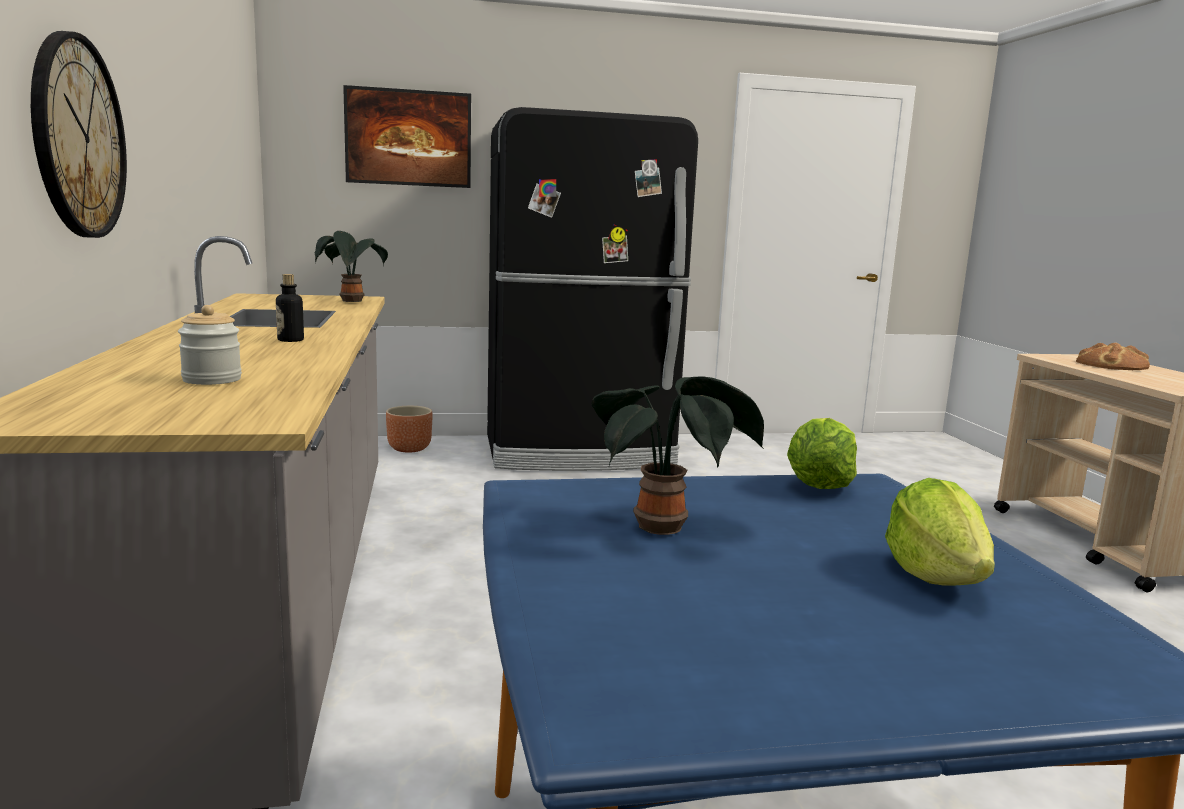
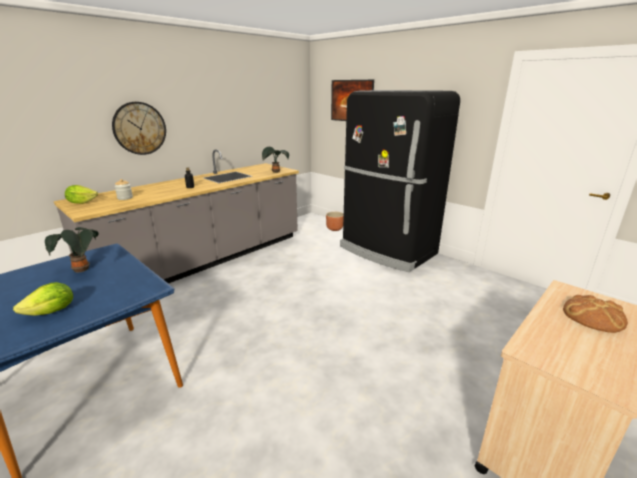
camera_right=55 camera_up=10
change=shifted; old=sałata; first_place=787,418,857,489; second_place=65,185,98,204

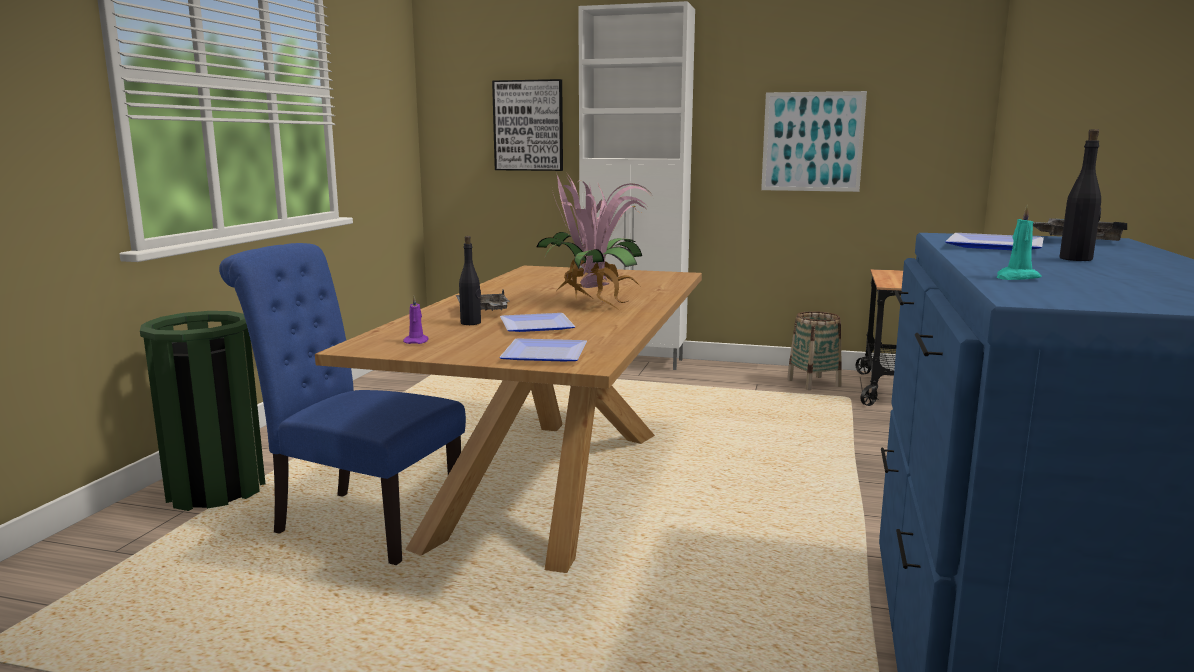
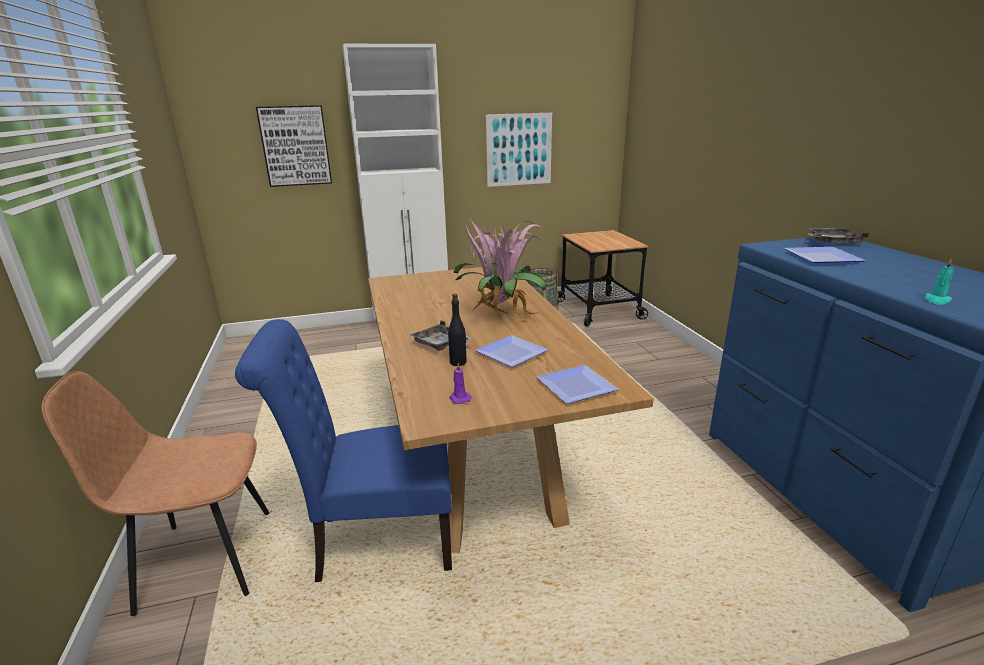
camera_right=-30 camera_up=10
change=gone; old=butelka [czarny]; first_place=1059,129,1101,261
change=swapped; old=kosz na śmieci [zielony]; new=krzesło [brązowy]; first_place=140,311,265,511; second_place=41,371,269,616

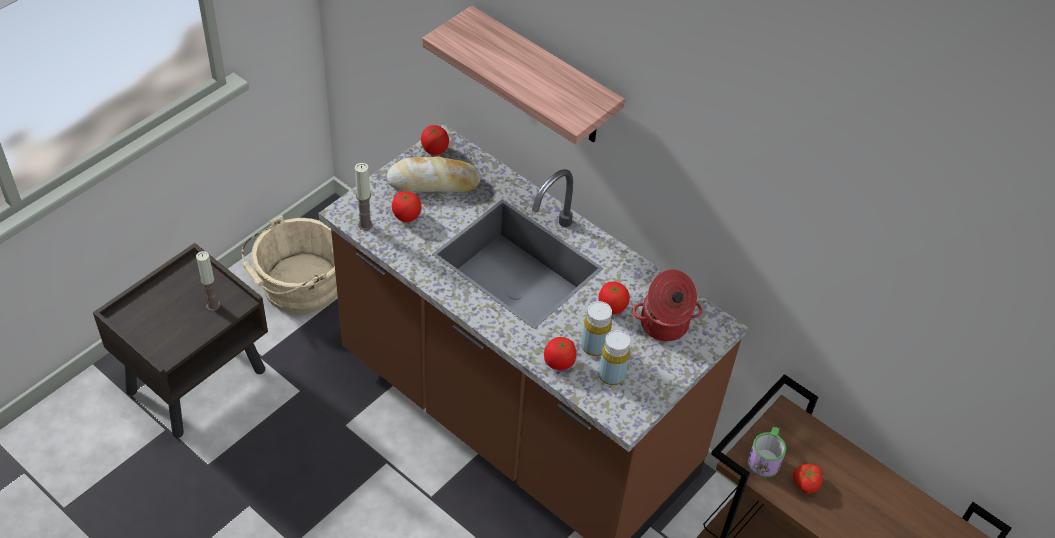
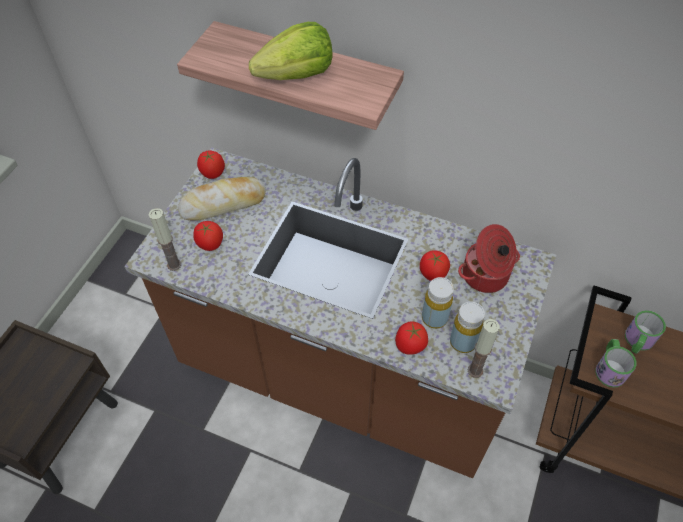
camera_right=-15 camera_up=5
change=gone; old=wiadro [beżowy]; first_place=242,215,337,314
change=shifted; old=świeca; first_place=196,251,220,311; second_place=468,319,500,378
change=gone; old=pomidor; first_place=793,464,823,493
change=new; new=sałata; second_place=249,22,333,80
change=new; new=kubek; second_place=625,310,666,354

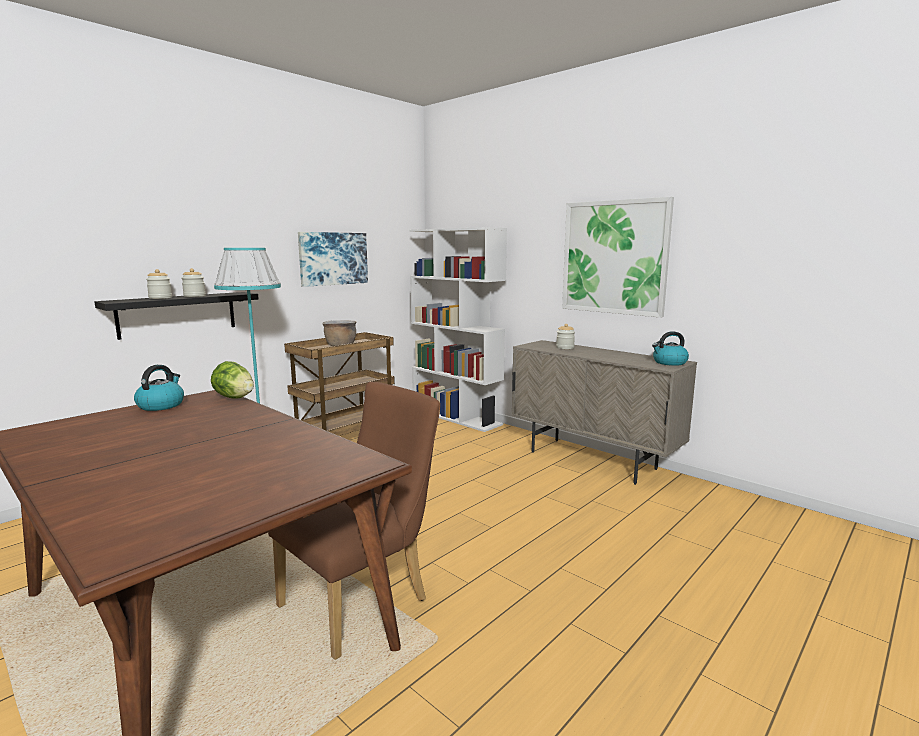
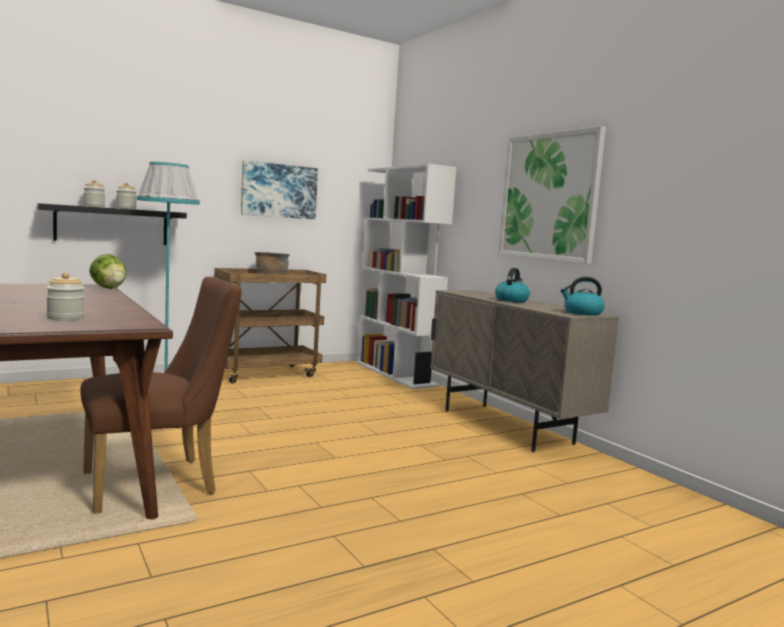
camera_right=15 camera_up=-5
change=shifted; old=słoik; first_place=556,324,575,349; second_place=46,272,85,321
change=shifted; old=czajnik; first_place=134,365,184,411; second_place=495,268,530,302

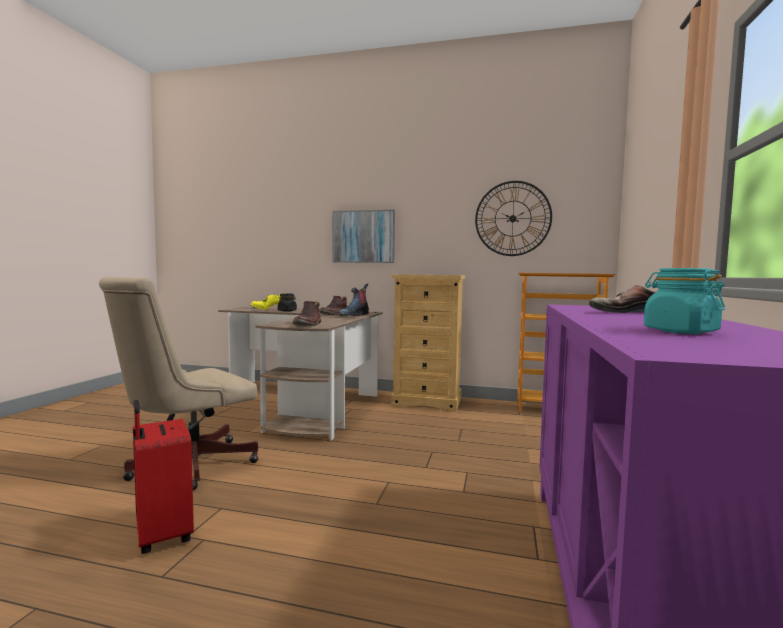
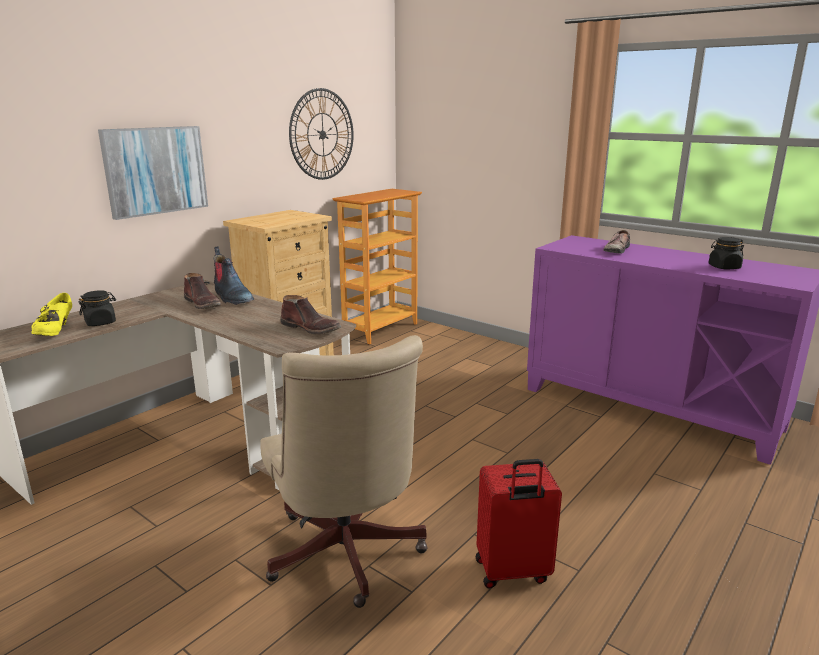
camera_right=-65 camera_up=15
change=repainted; old=słoik [turkusowy]; new=słoik [czarny]; first_place=644,268,725,334; second_place=709,237,744,270

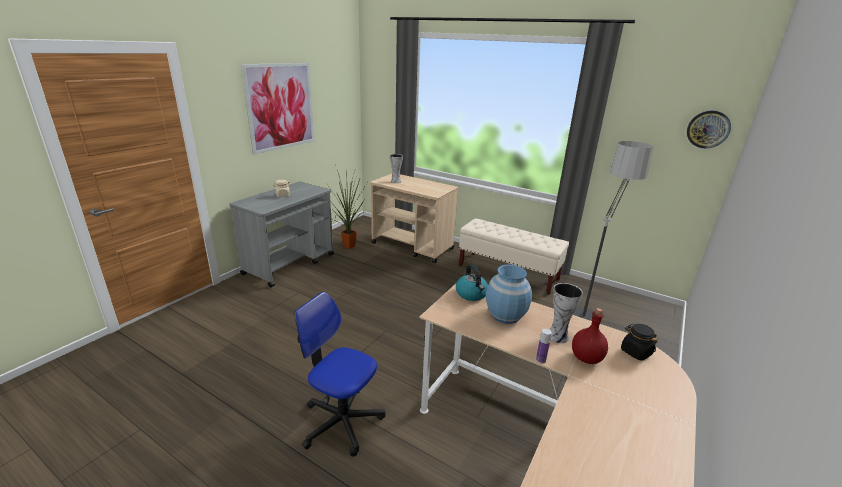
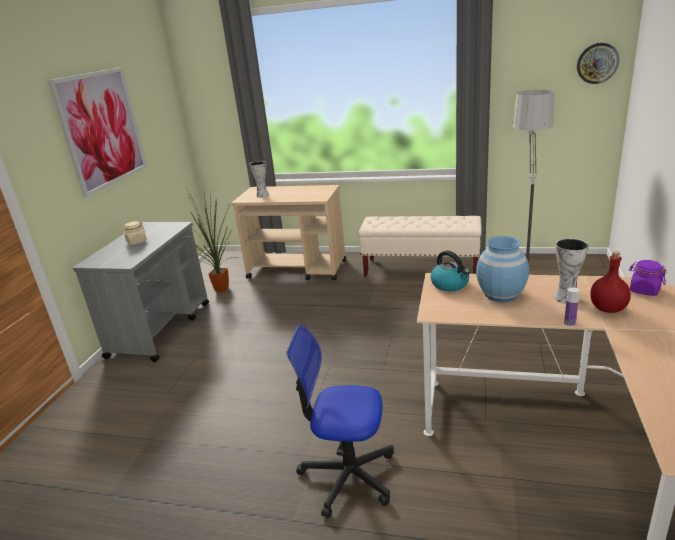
camera_right=-15 camera_up=0
change=repainted; old=słoik [czarny]; new=słoik [fioletowy]; first_place=621,324,658,361; second_place=629,260,666,296

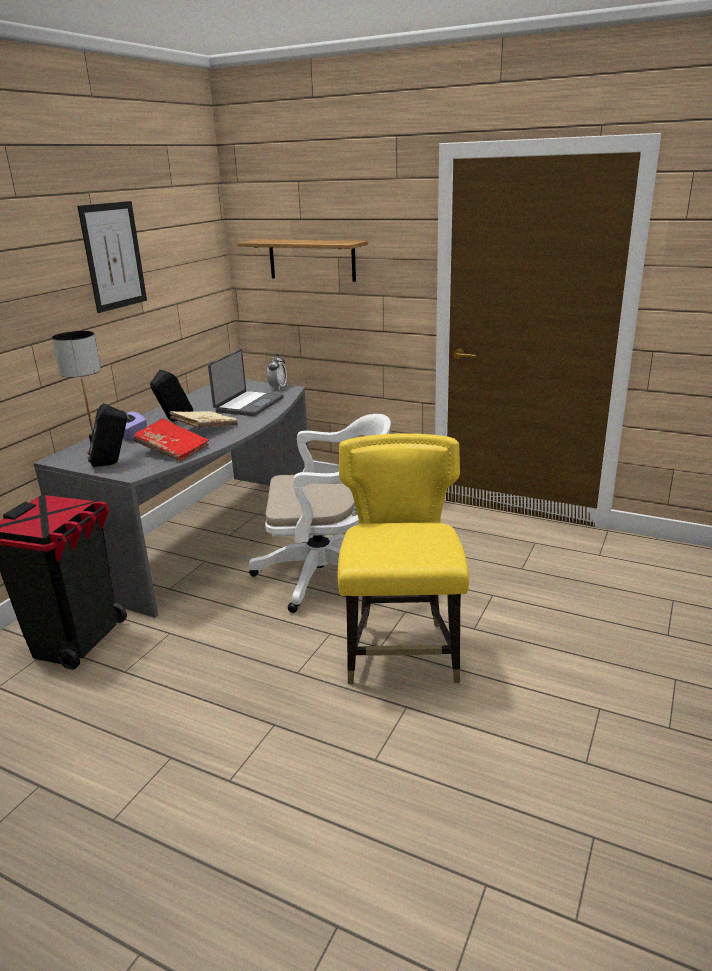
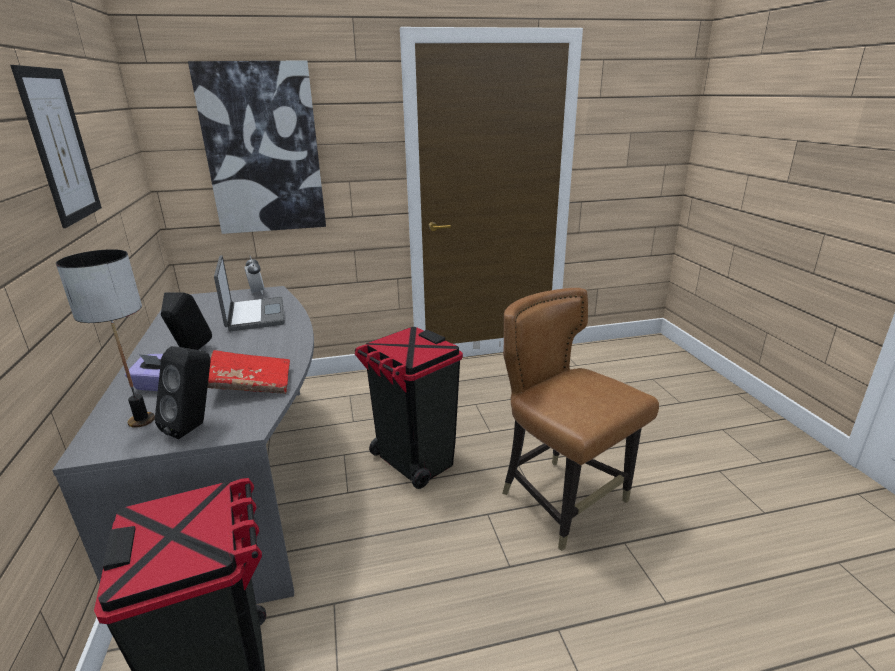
camera_right=-40 camera_up=0
change=swapped; old=półka; new=obraz; first_place=238,239,368,282; second_place=188,60,326,234
change=gone; old=książka [beżowy]; first_place=169,411,238,428
change=swapped; old=krzesło biurowe [biały]; new=kosz na śmieci [czarny]; first_place=248,414,391,613; second_place=355,327,463,489
change=repainted; old=krzesło [żółty]; new=krzesło [brązowy]; first_place=337,433,469,684; second_place=502,288,659,551

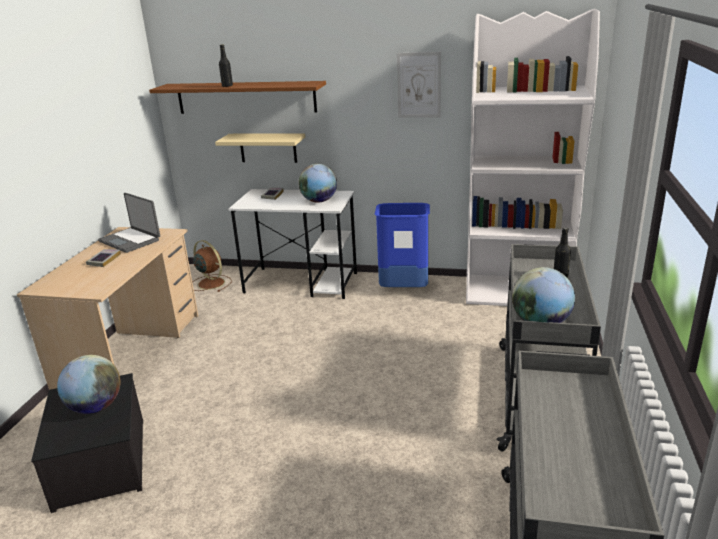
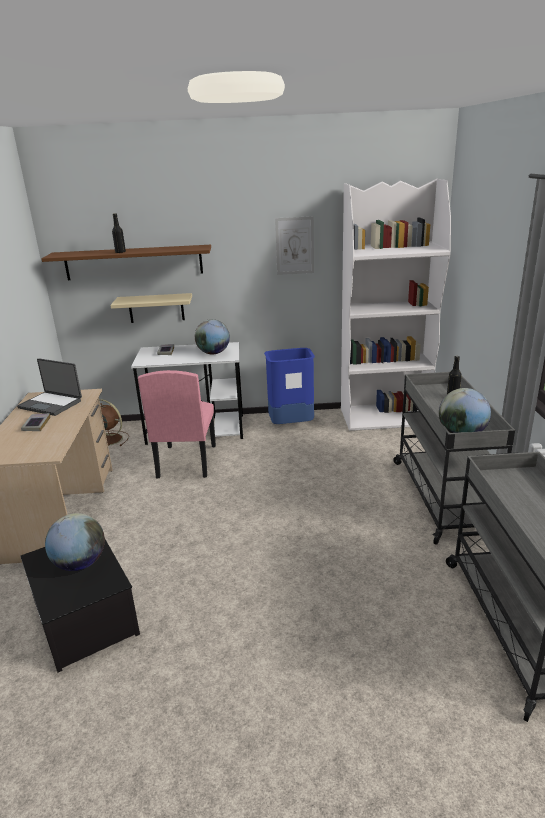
camera_right=-15 camera_up=0
change=new; new=krzesło [różowy]; second_place=138,370,216,478

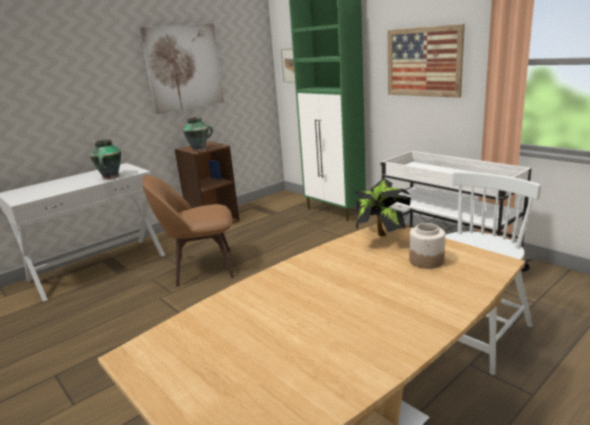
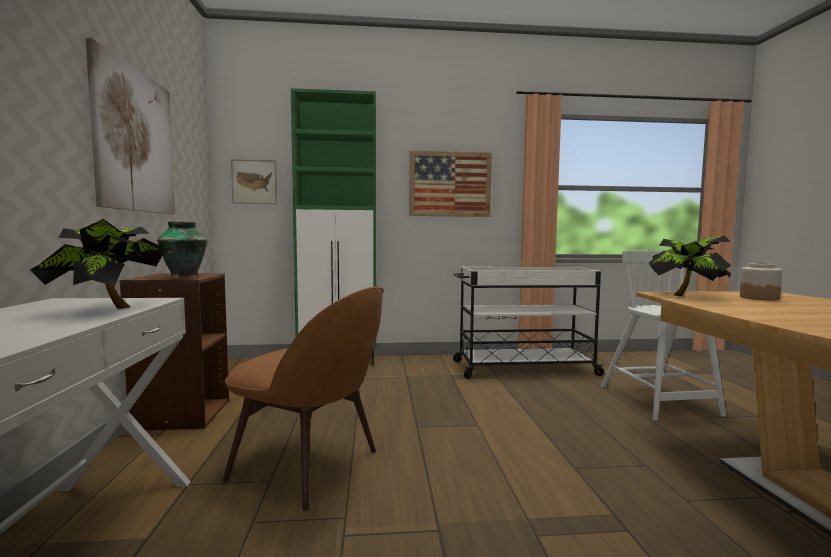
camera_right=-55 camera_up=-15
change=swapped; old=wazon; new=roślina doniczkowa; first_place=90,139,121,179; second_place=30,219,168,309
change=rotated; old=krzesło [brązowy]; first_place=142,175,234,287; second_place=222,287,384,511; degrees=-90

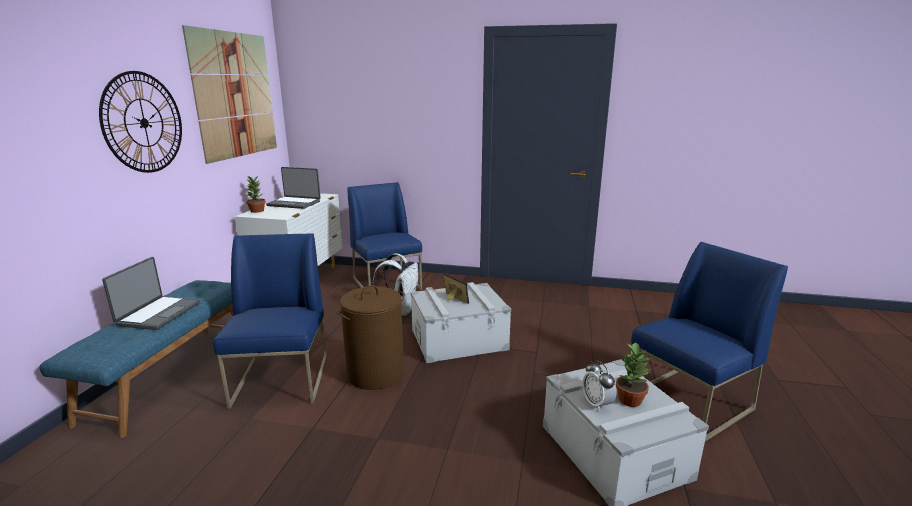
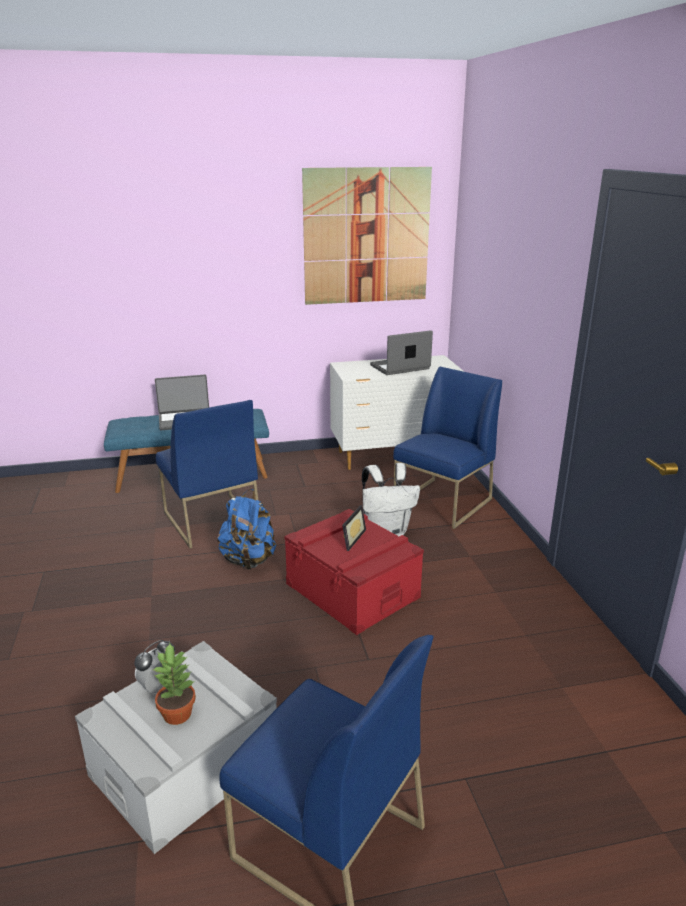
camera_right=65 camera_up=5
change=gone; old=zegar ścienny; first_place=99,71,182,173
change=rotated; old=laptop; first_place=266,167,321,209; second_place=370,330,433,375; degrees=75
change=gone; old=roślina doniczkowa; first_place=245,175,265,213
change=rotated; old=krzesło [niebieski]; first_place=213,233,327,409; second_place=156,400,258,548; degrees=90
change=repainted; old=pojemnik do przechowywania [szary]; new=pojemnik do przechowywania [czerwony]; first_place=411,282,511,363; second_place=284,509,424,635
change=swapped; old=kosz na pranie [brązowy]; new=plecak [niebieski]; first_place=335,285,404,390; second_place=217,489,276,570

